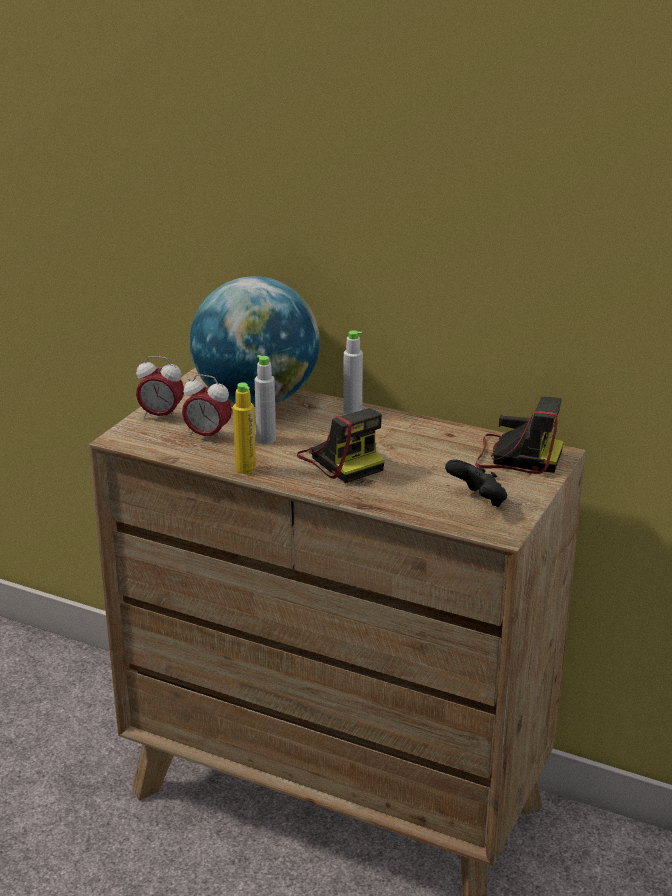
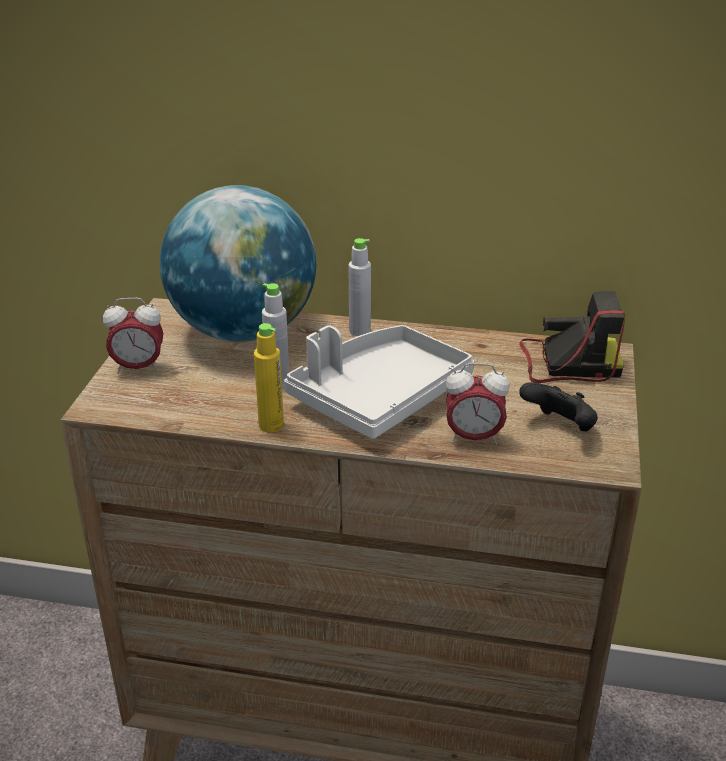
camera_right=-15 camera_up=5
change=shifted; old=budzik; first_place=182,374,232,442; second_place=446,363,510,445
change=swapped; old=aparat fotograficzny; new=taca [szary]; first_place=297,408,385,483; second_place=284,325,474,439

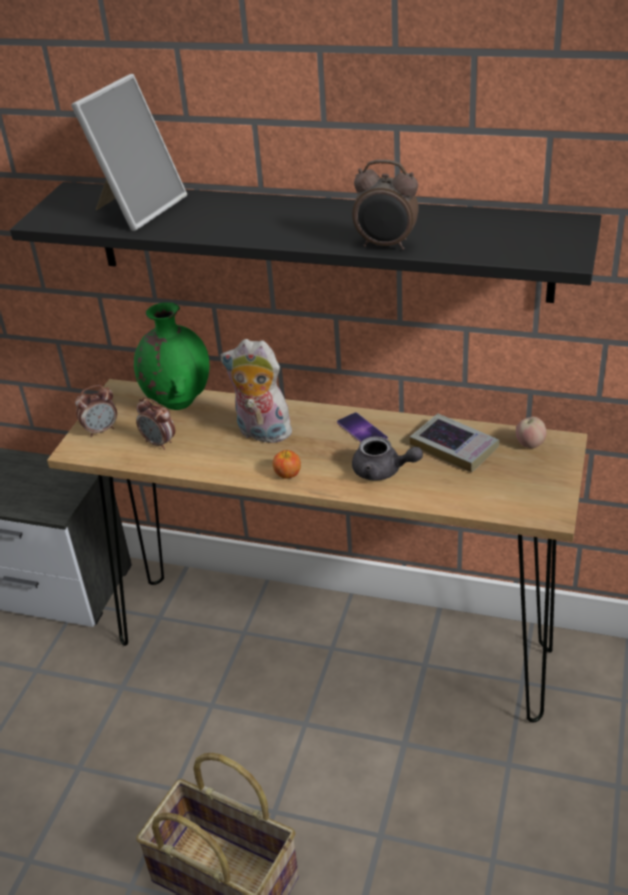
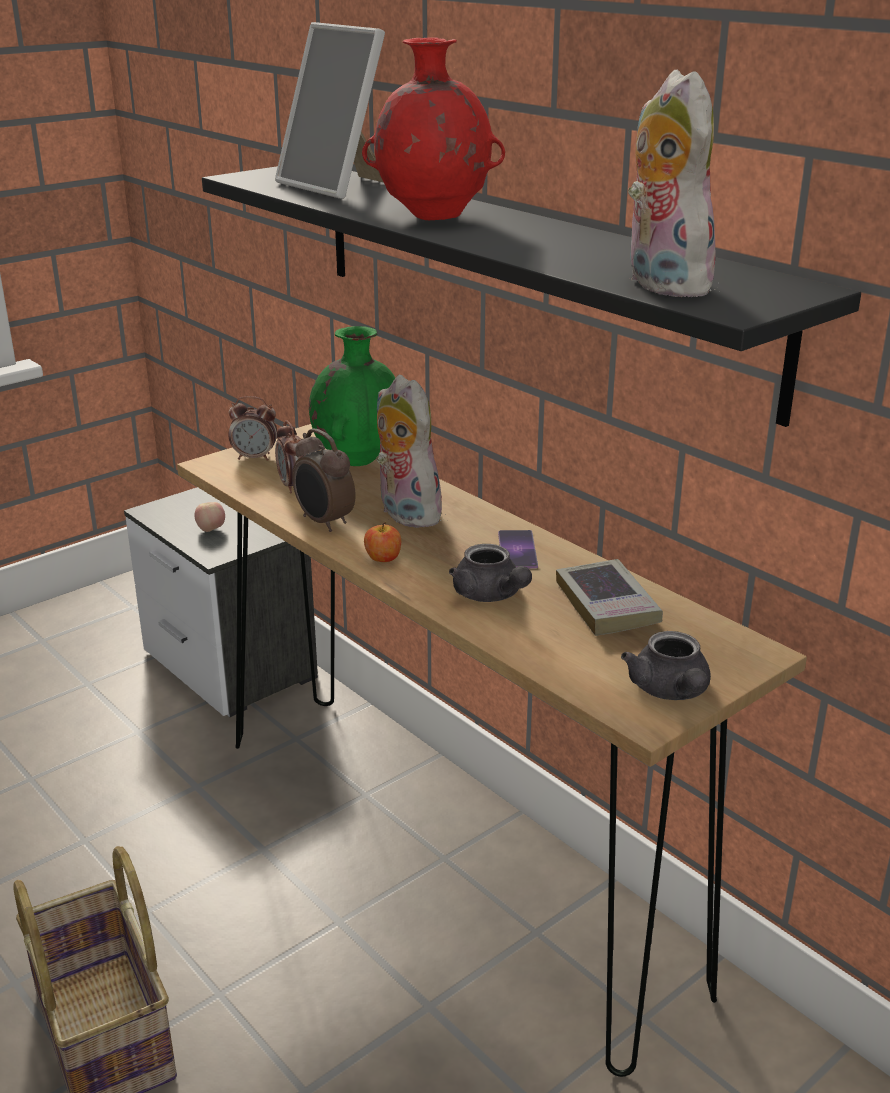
camera_right=30 camera_up=-10
change=rotated; old=ramka na zdjęcie; first_place=71,74,187,231; second_place=275,22,385,199; degrees=75
change=shifted; old=budzik; first_place=352,160,419,250; second_place=292,429,355,532
change=shifted; old=jabłko; first_place=516,417,546,448; second_place=195,502,225,532
change=new; new=wazon [czerwony]; second_place=362,37,505,220
change=new; new=pluszak; second_place=628,70,720,297
change=new; new=imbryk [szary]; second_place=621,631,711,700

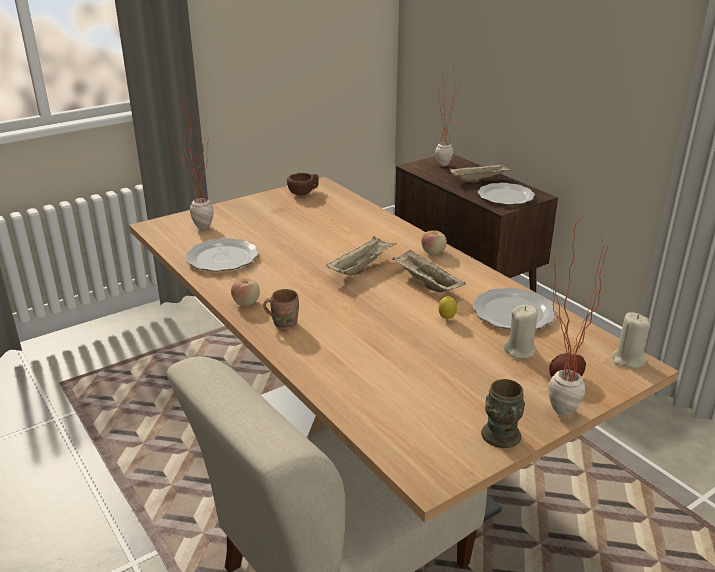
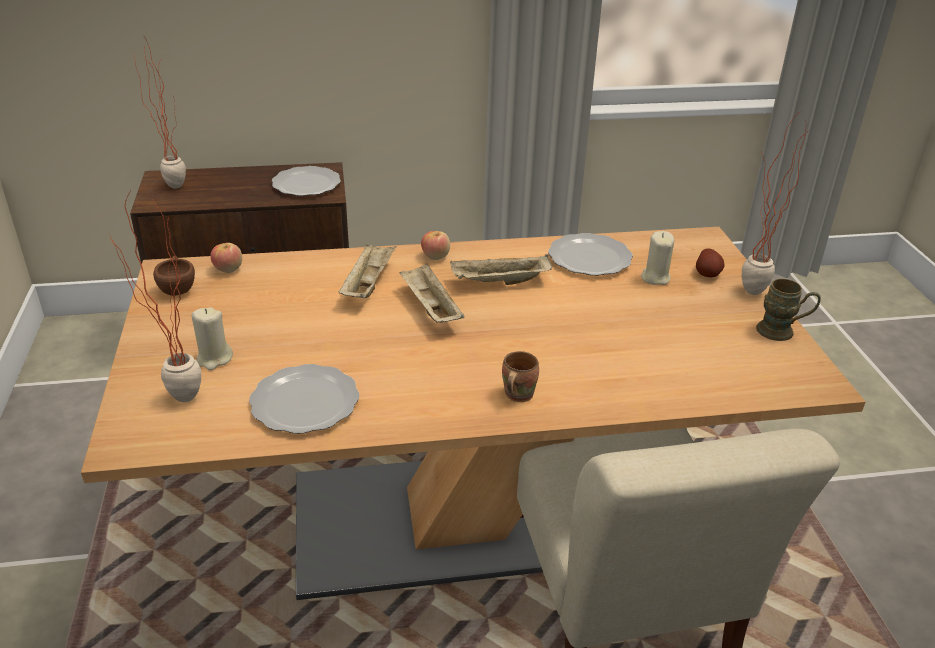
camera_right=-65 camera_up=5
change=shifted; old=taca [beżowy]; first_place=450,162,512,182; second_place=338,243,396,298
change=shifted; old=jabłko; first_place=231,278,260,306; second_place=211,243,242,273
change=gone; old=cytryna; first_place=438,296,457,319
change=shifted; old=świeca [beżowy]; first_place=612,312,650,368; second_place=192,307,233,370

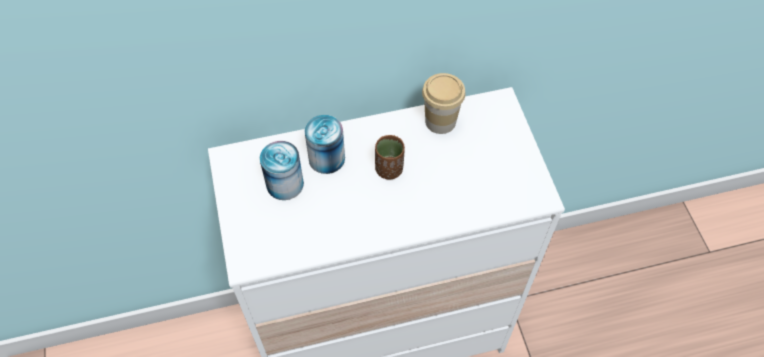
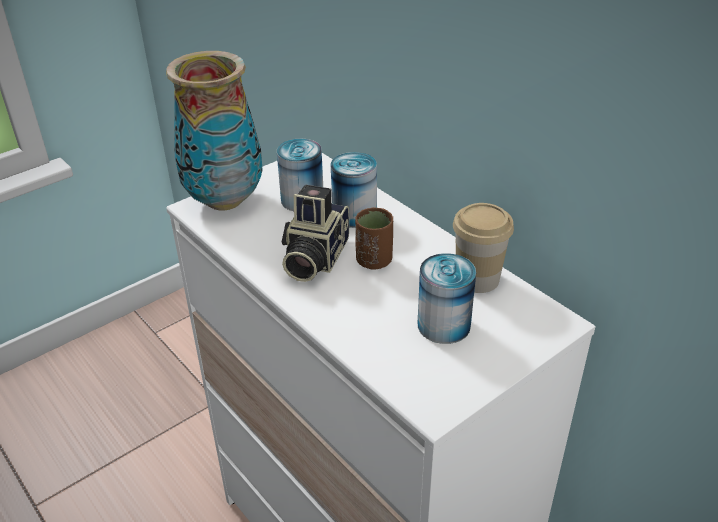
camera_right=65 camera_up=-20
change=new; new=wazon; second_place=166,51,262,210
change=new; new=aparat fotograficzny; second_place=282,185,349,282
change=new; new=puszka; second_place=418,253,476,344

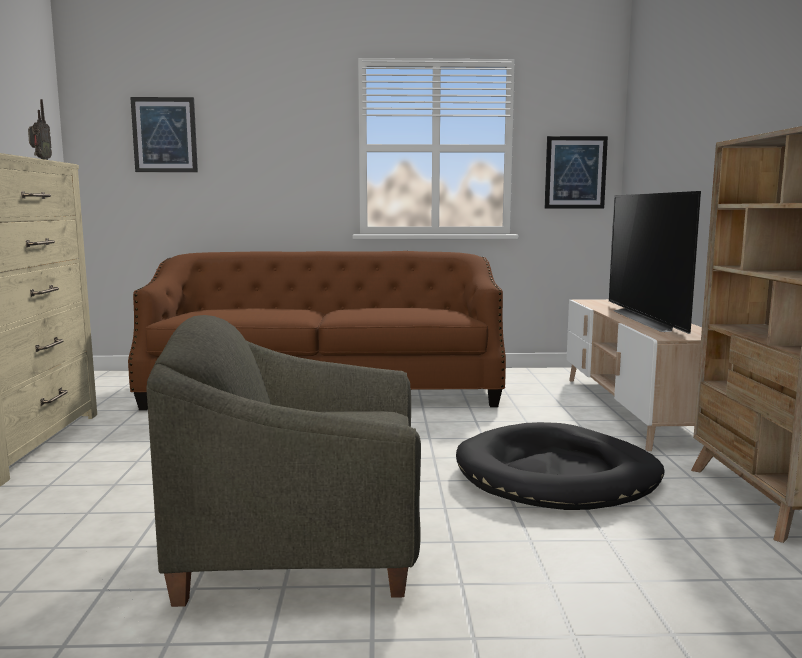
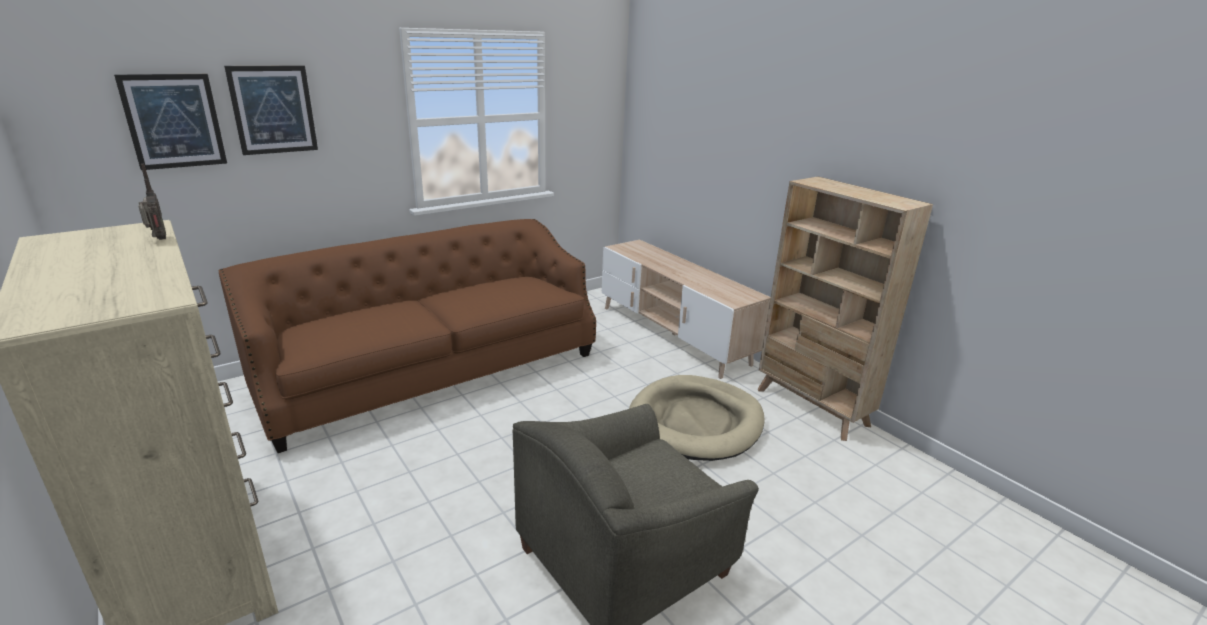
camera_right=-35 camera_up=15
change=shifted; old=obraz; first_place=545,136,608,208; second_place=224,65,318,155
change=gone; old=telewizor; first_place=609,191,701,334
change=repainted; old=legowisko [czarny]; new=legowisko [beżowy]; first_place=456,422,664,510; second_place=629,375,765,461

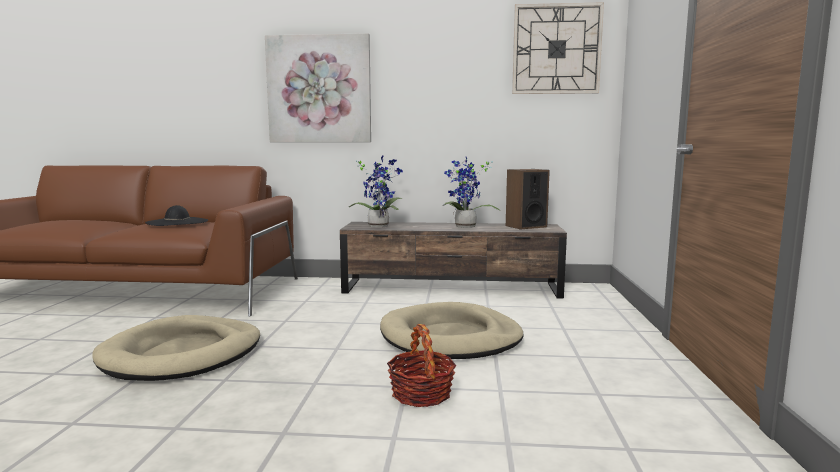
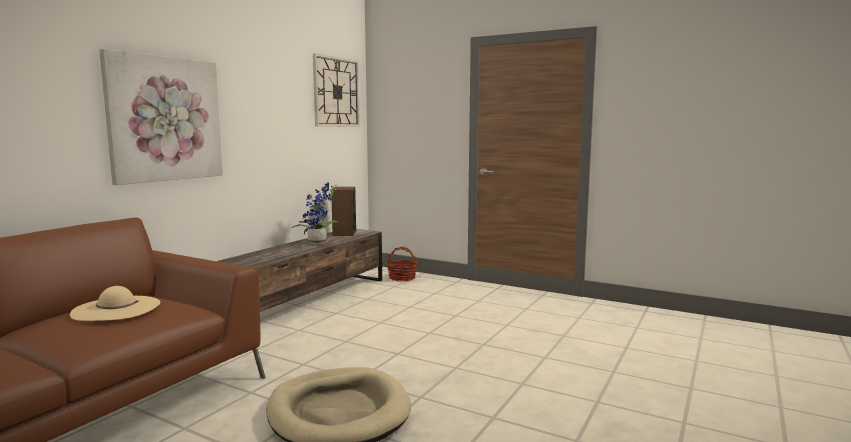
camera_right=-65 camera_up=0
change=gone; old=roślina doniczkowa; first_place=349,155,403,228
change=repainted; old=kapelusz [czarny]; new=kapelusz [beżowy]; first_place=145,205,208,226; second_place=70,286,160,321
change=gone; old=legowisko [beżowy]; first_place=380,302,523,359
change=shifted; old=koszyk; first_place=387,324,456,407; second_place=387,246,417,281

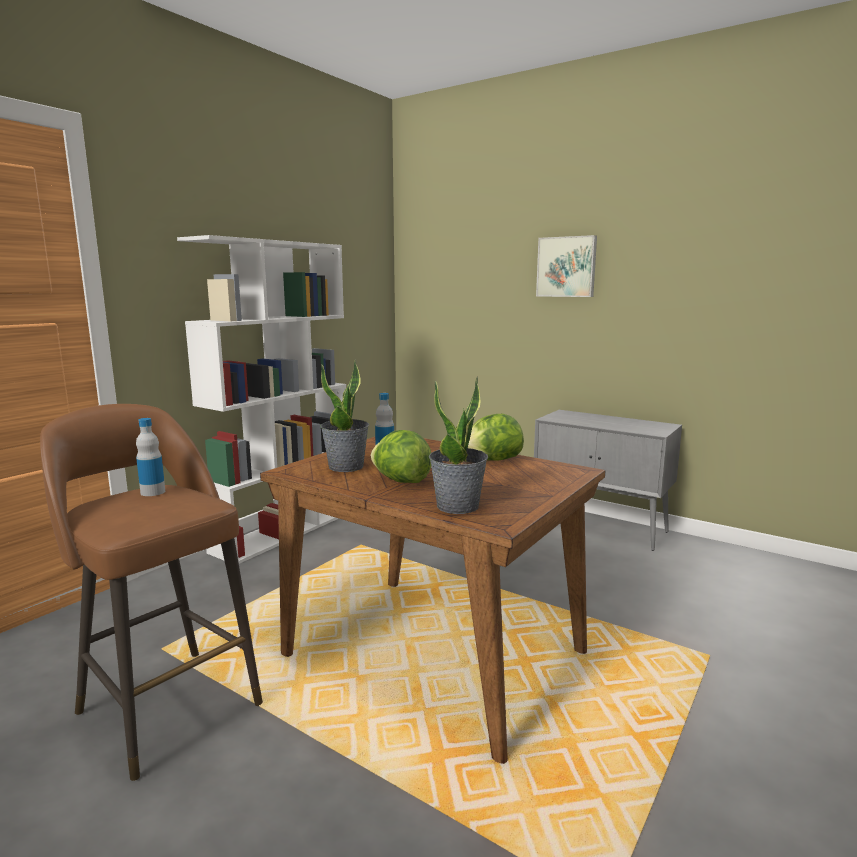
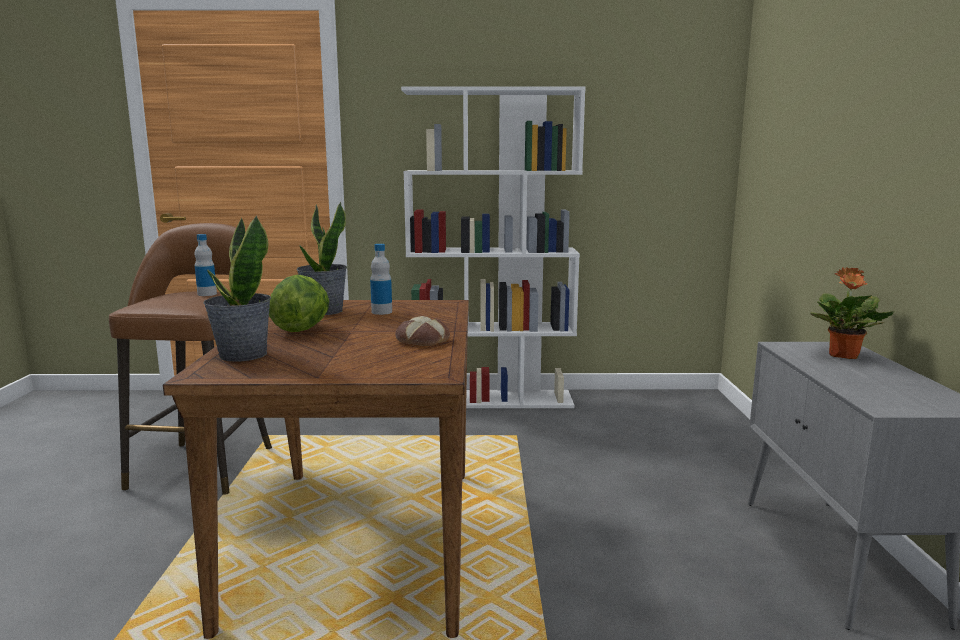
camera_right=55 camera_up=0
change=gone; old=obraz; first_place=536,235,597,297
change=swapped; old=sałata; new=chleb; first_place=468,414,524,460; second_place=395,316,450,346
change=new; new=roślina doniczkowa; second_place=810,267,894,359

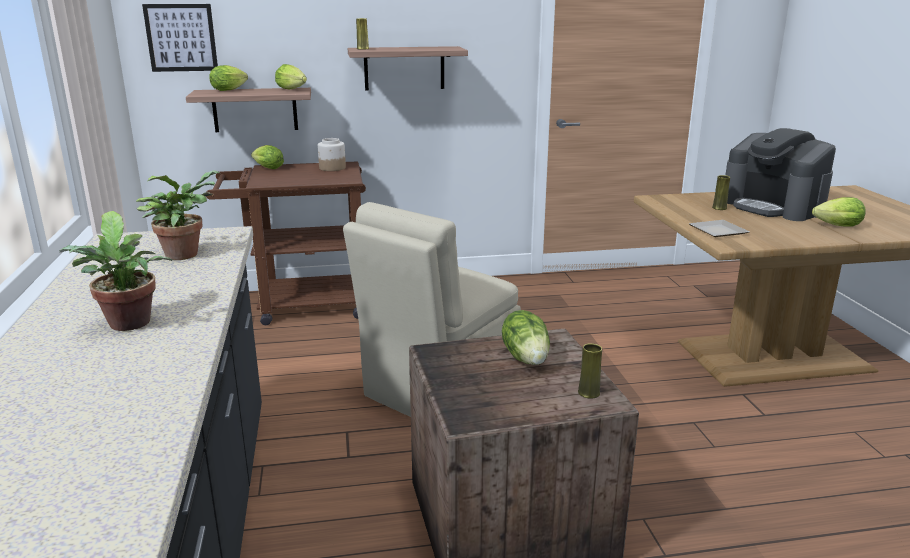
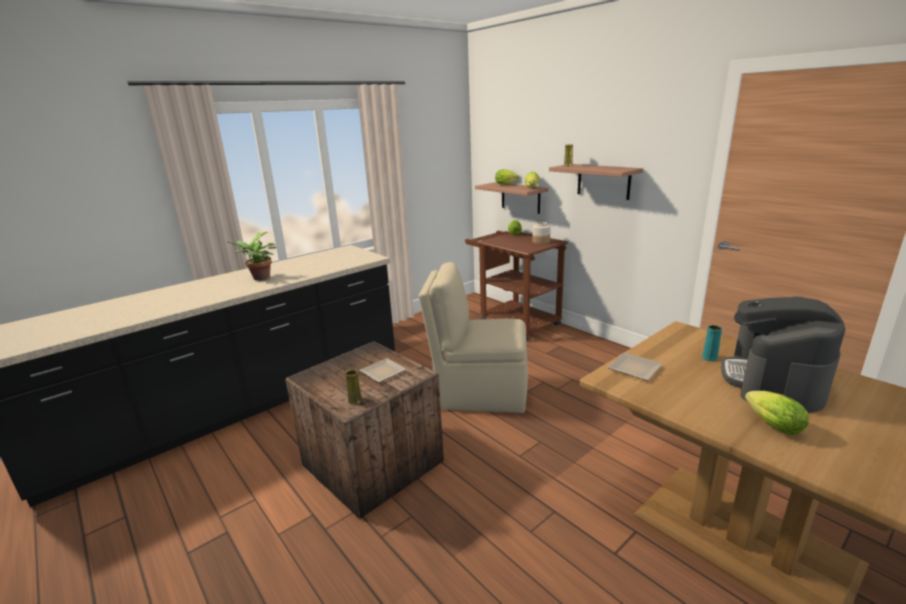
camera_right=60 camera_up=0
change=gone; old=obraz; first_place=142,4,218,72
change=gone; old=roślina doniczkowa; first_place=136,170,220,260
change=repainted; old=wazon [żółty]; new=wazon [turkusowy]; first_place=712,175,730,210; second_place=702,325,722,361
change=swapped; old=sałata; new=talerz; first_place=502,310,550,365; second_place=360,358,407,383

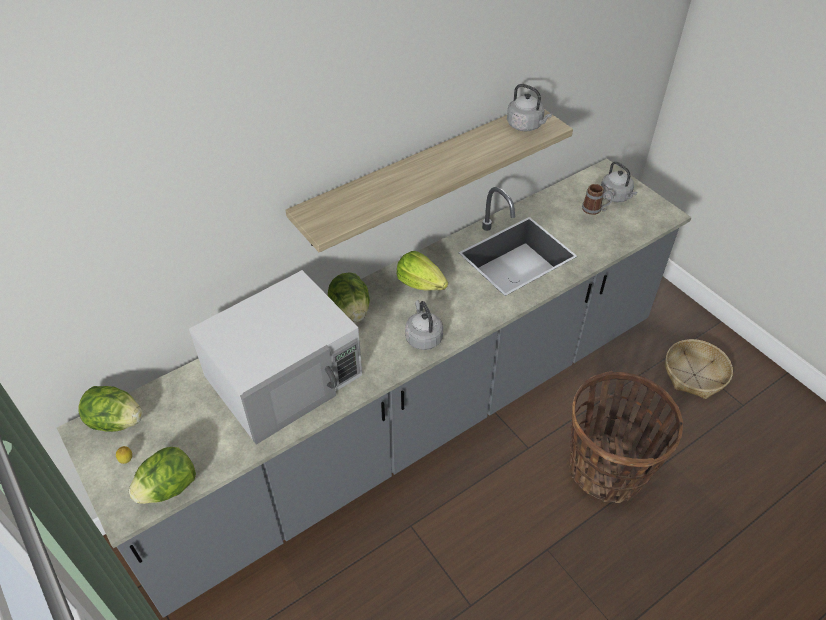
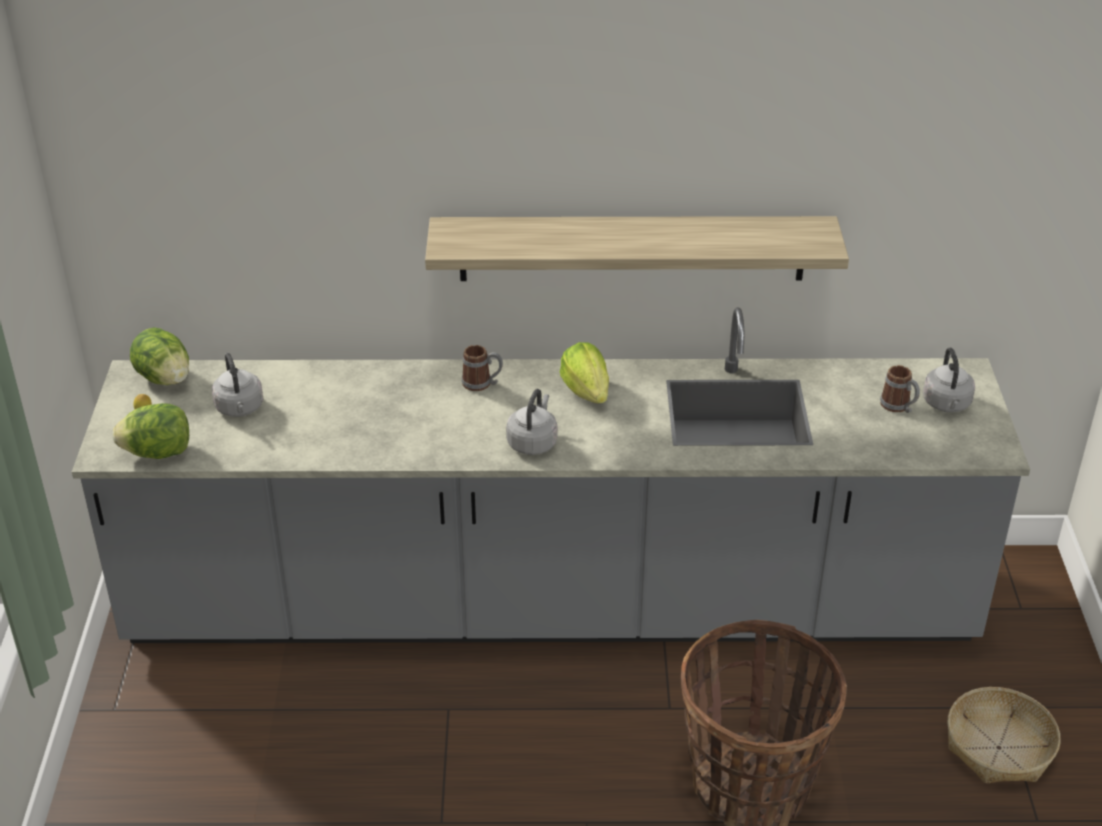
camera_right=35 camera_up=-10
change=shifted; old=czajnik [szary]; first_place=507,84,552,132; second_place=212,353,263,417
change=gone; old=mikrofalówka [biały]; first_place=189,270,362,445
change=swapped; old=sałata; new=kubek; first_place=328,273,370,322; second_place=462,345,503,391

